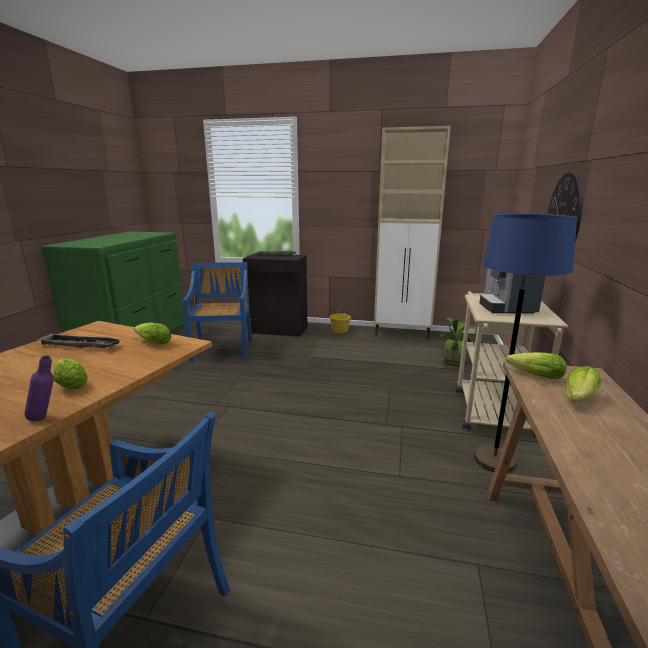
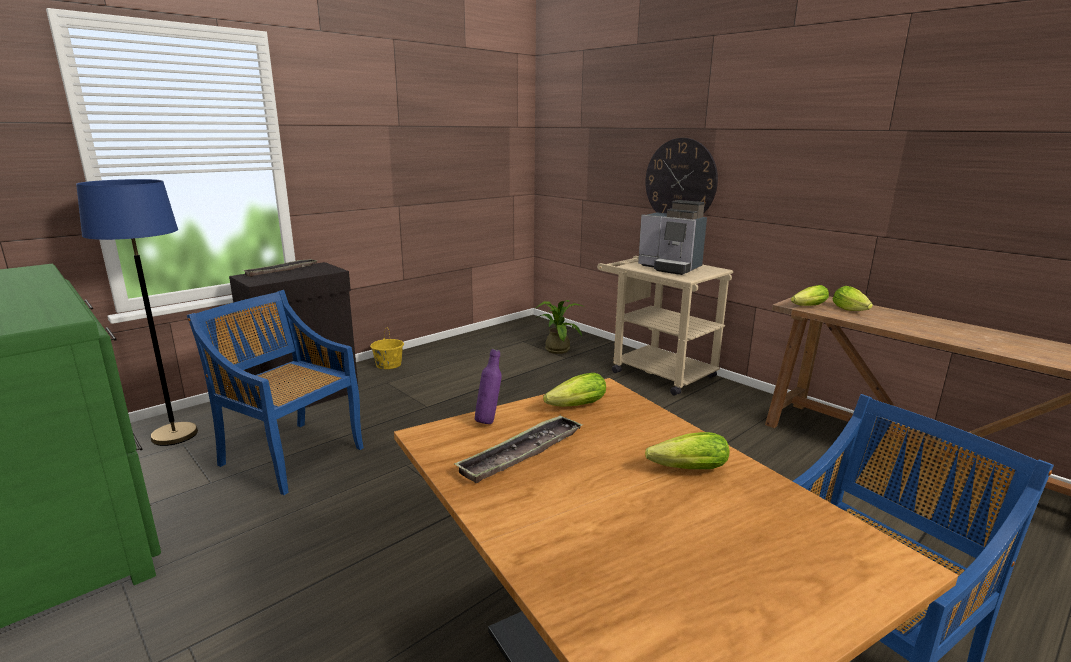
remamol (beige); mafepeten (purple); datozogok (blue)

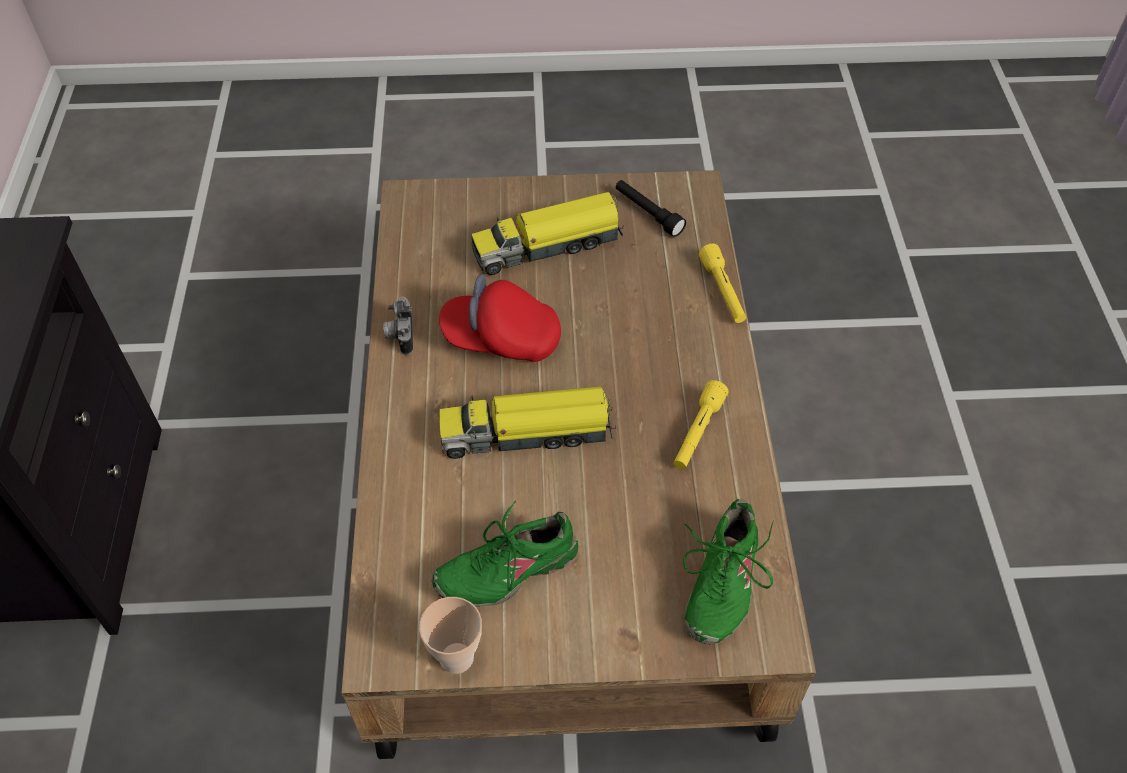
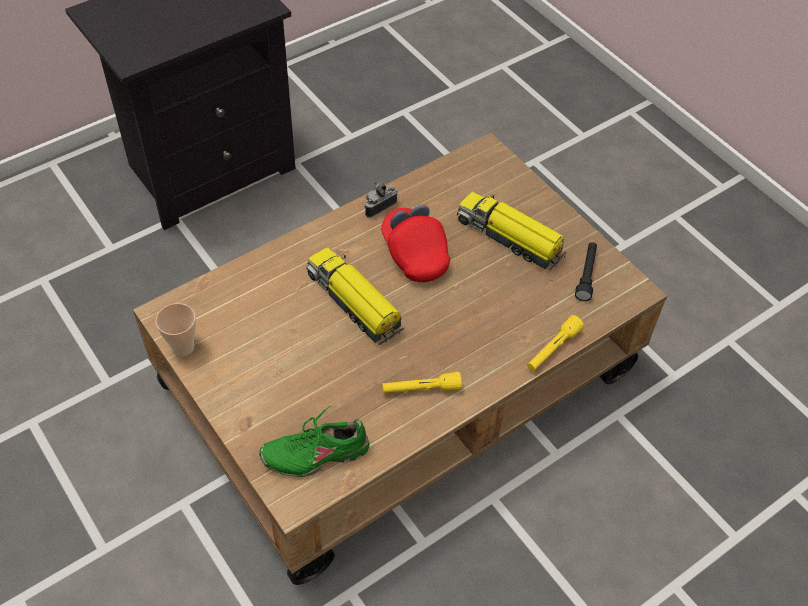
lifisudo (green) (1st from left in the first image)

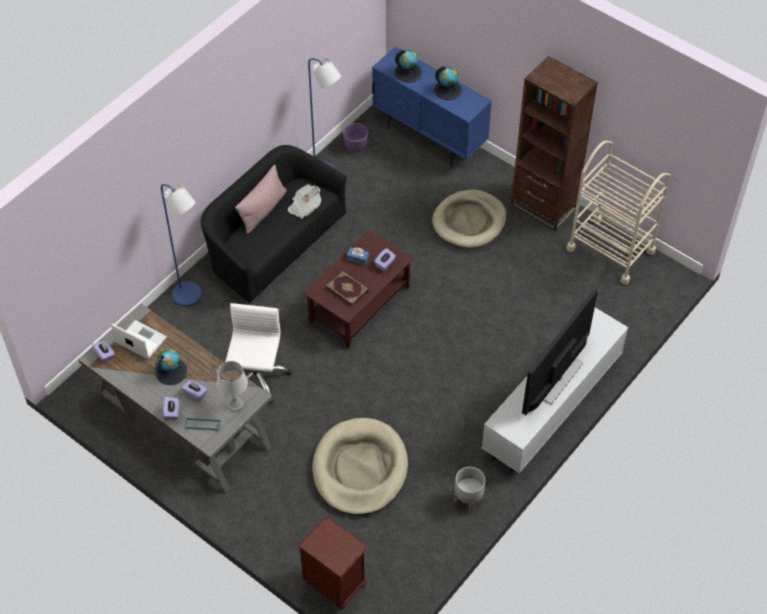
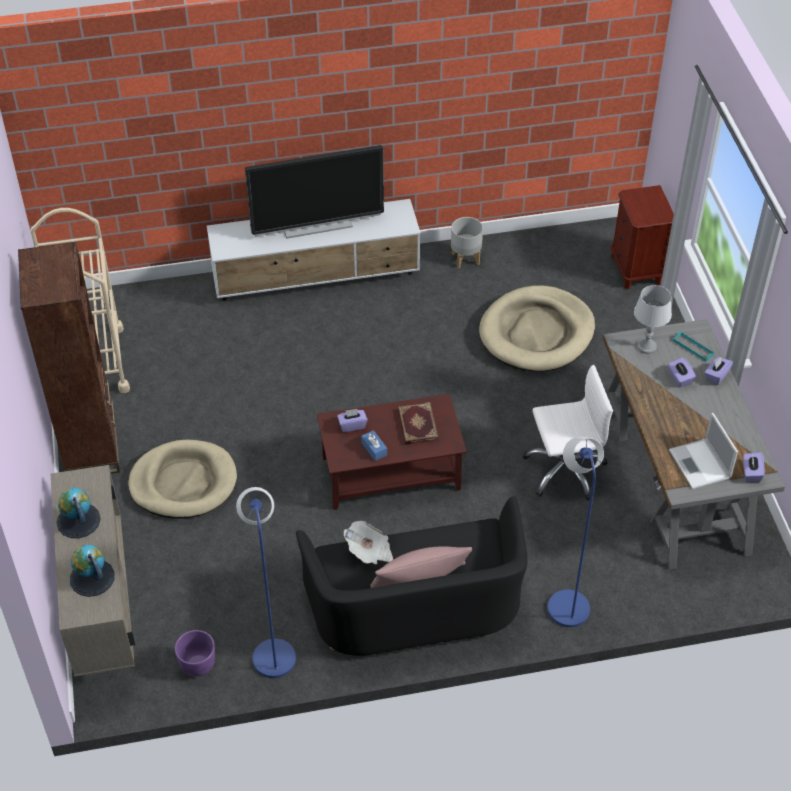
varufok (1st from left in the first image); remamol (beige); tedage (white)

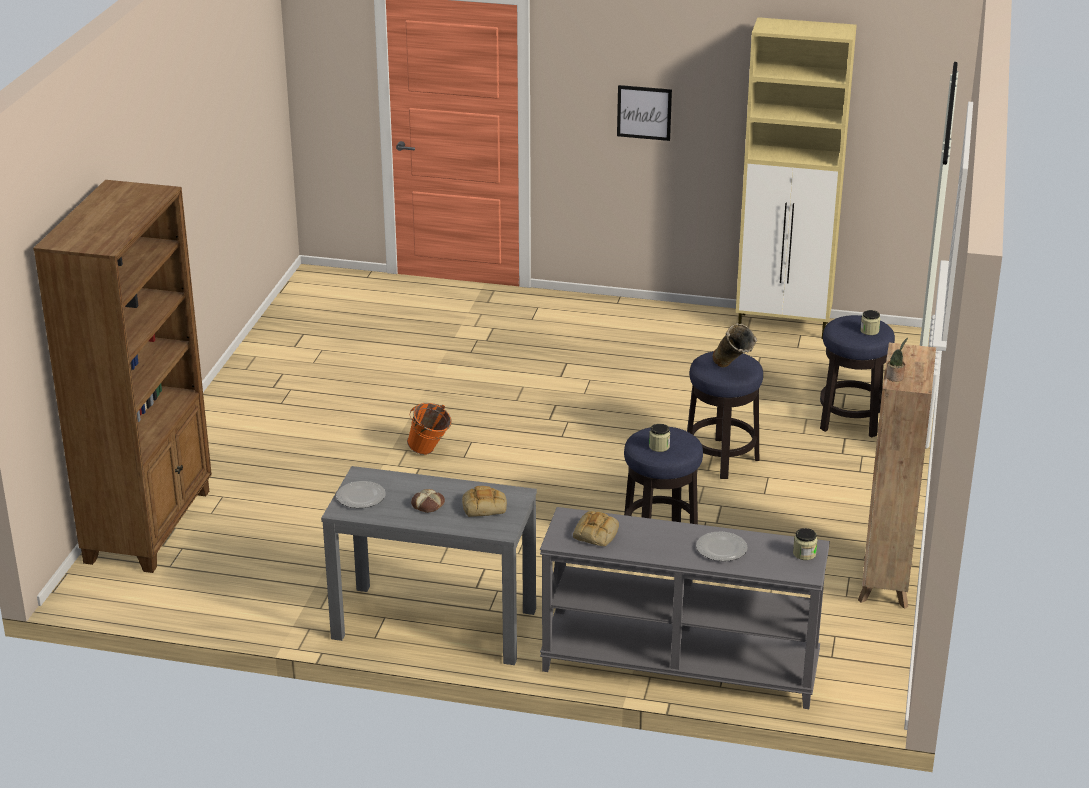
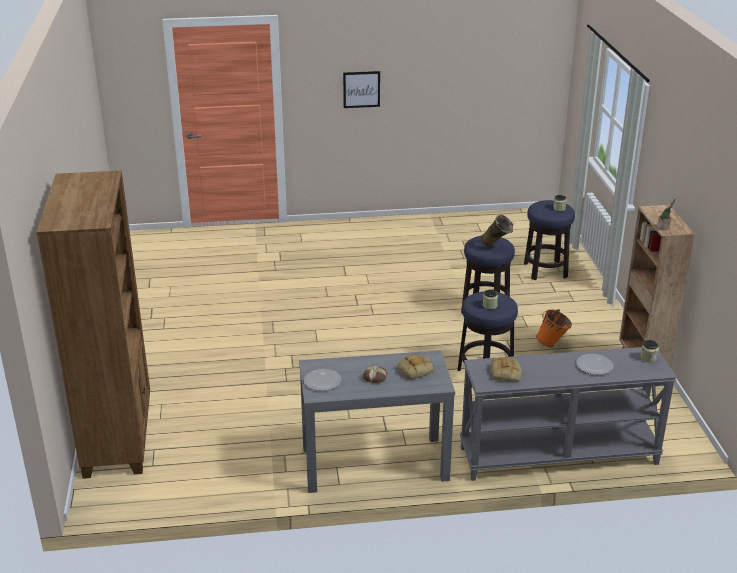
remamol (beige); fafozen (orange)

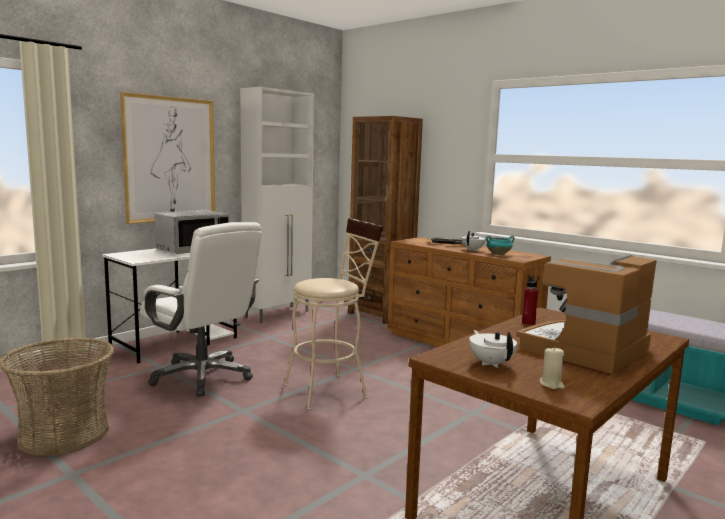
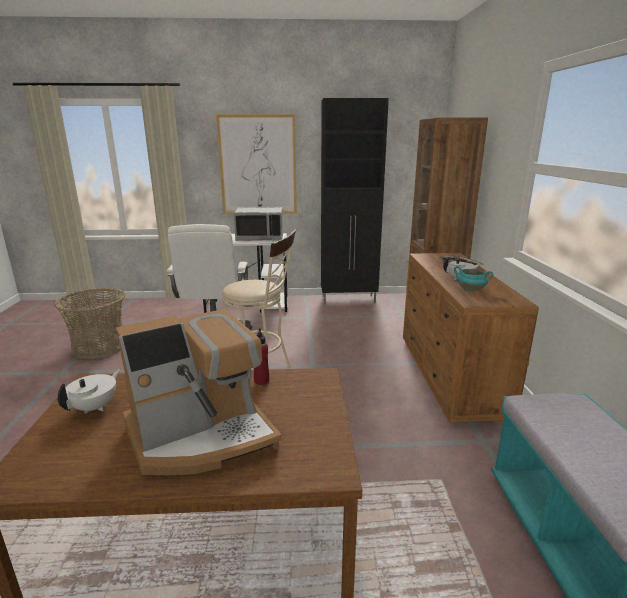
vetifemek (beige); remamol (black); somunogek

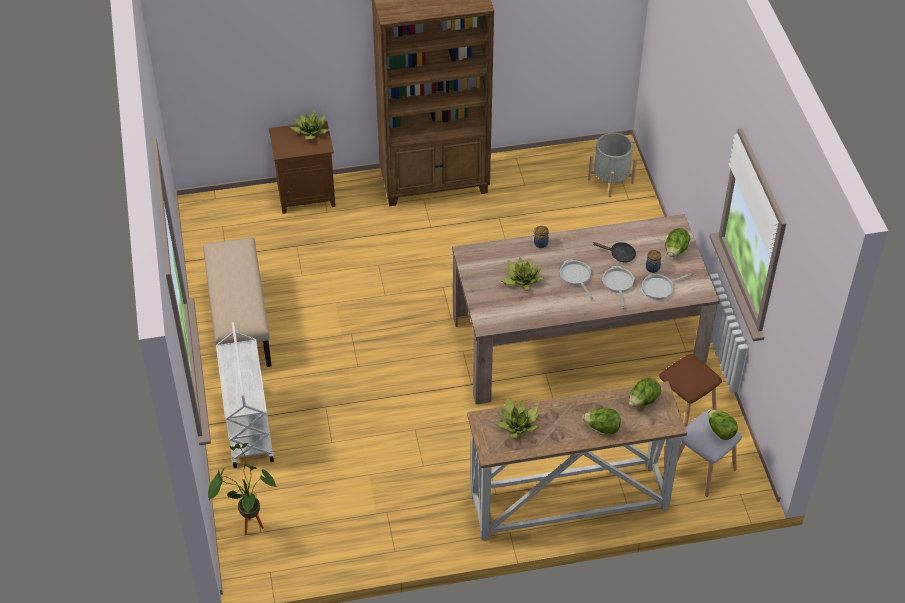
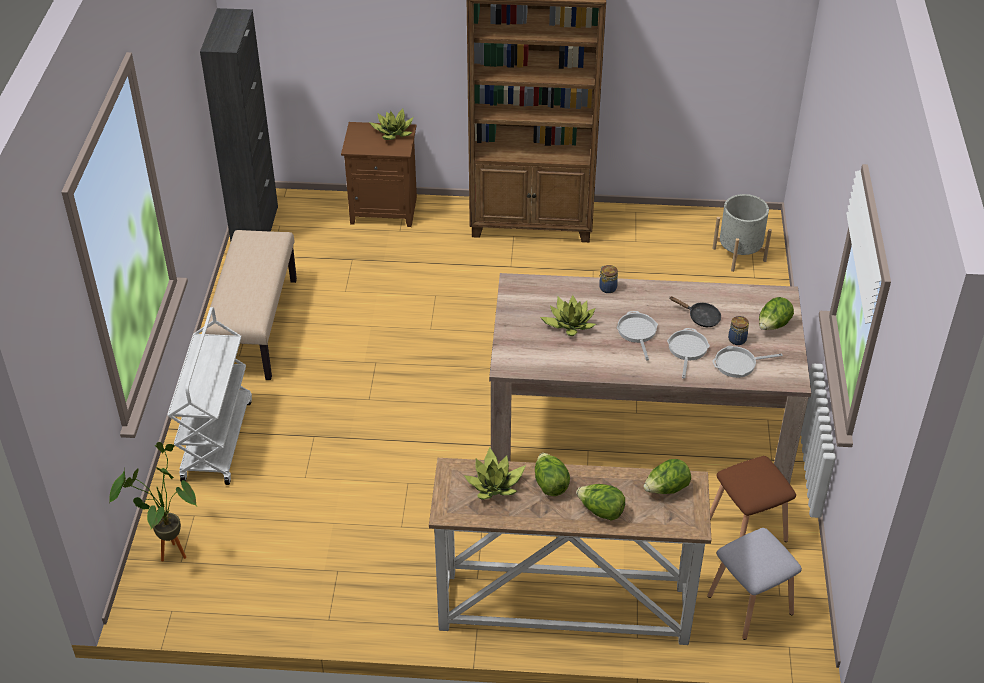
remamol (black); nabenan (1st from left)

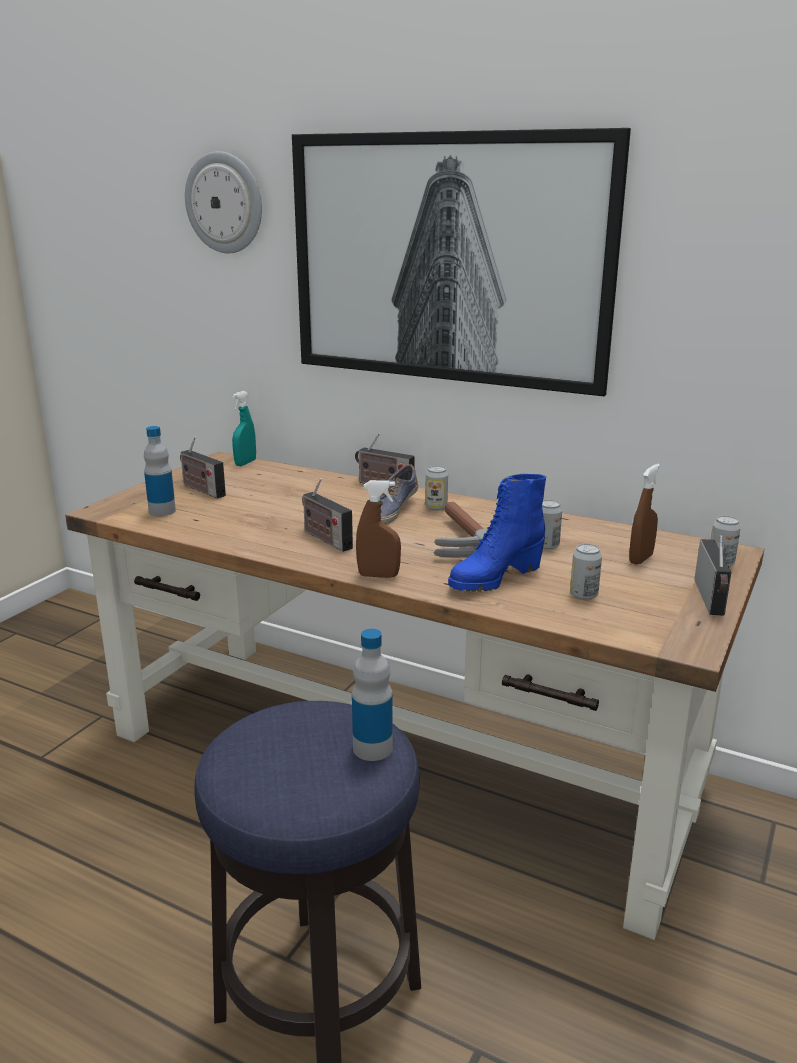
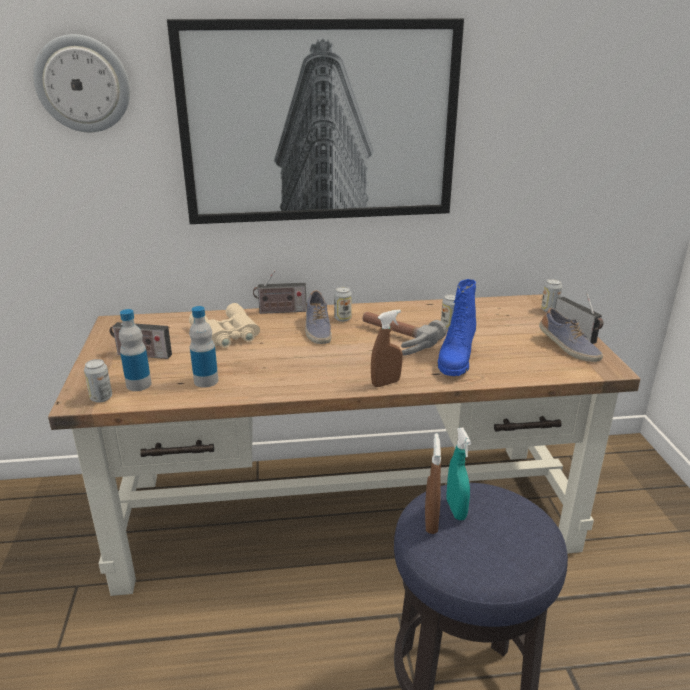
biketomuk (2nd from left in the first image); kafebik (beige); lifisudo (2nd from left); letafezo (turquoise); mafepeten (2nd from left); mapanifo (1st from left); letafezo (brown) (2nd from left)

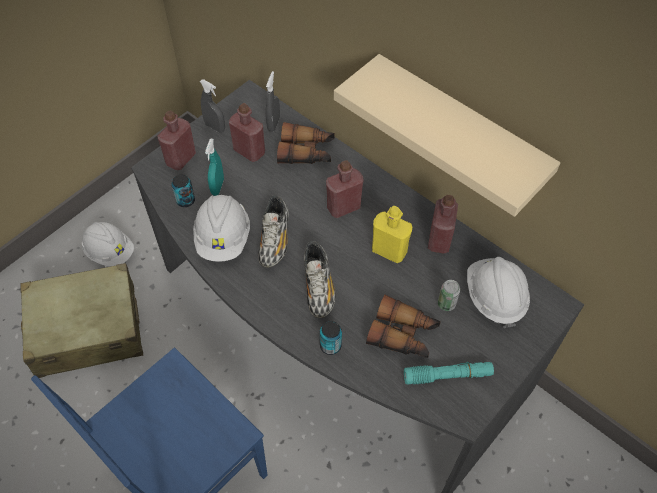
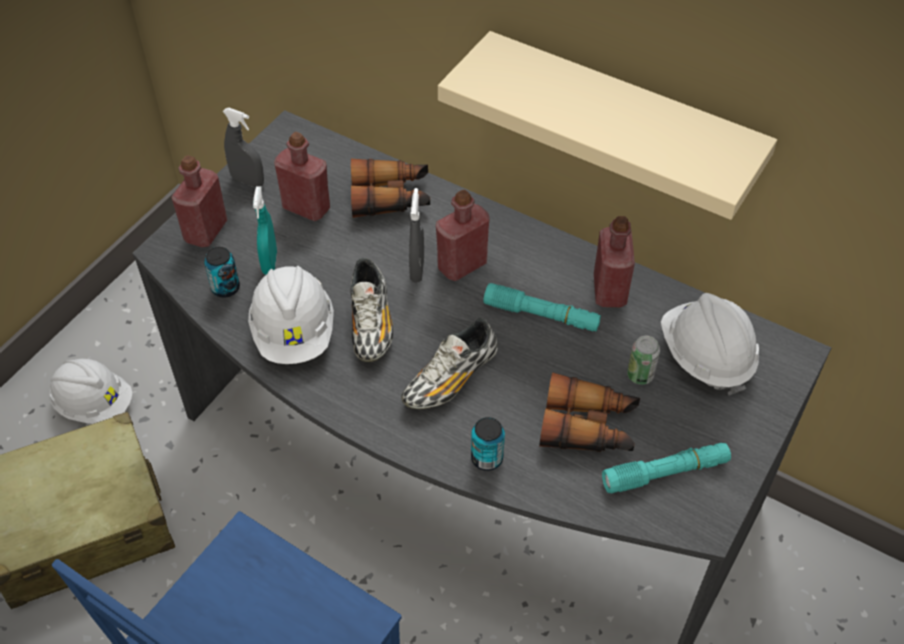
letafezo (grey) (2nd from left); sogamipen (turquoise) (1st from left); lifisudo (2nd from left)

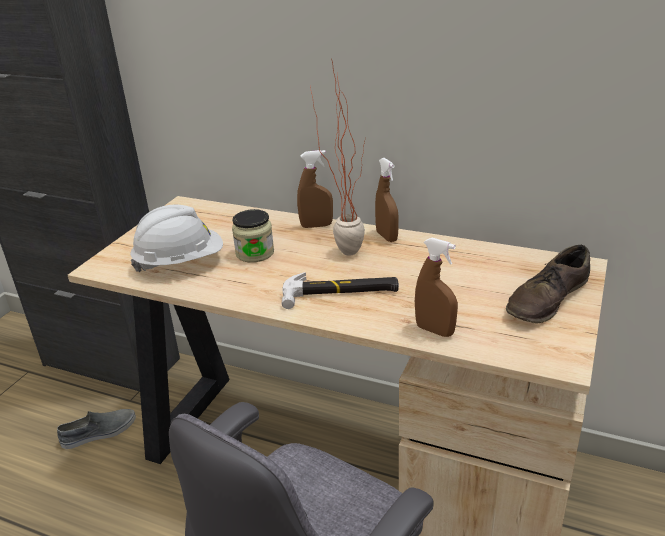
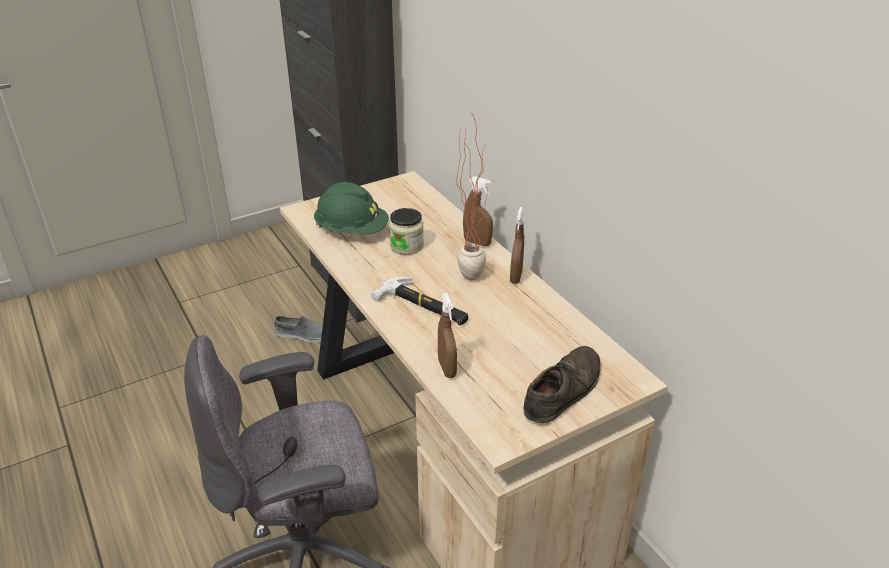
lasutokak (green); lifisudo (brown)

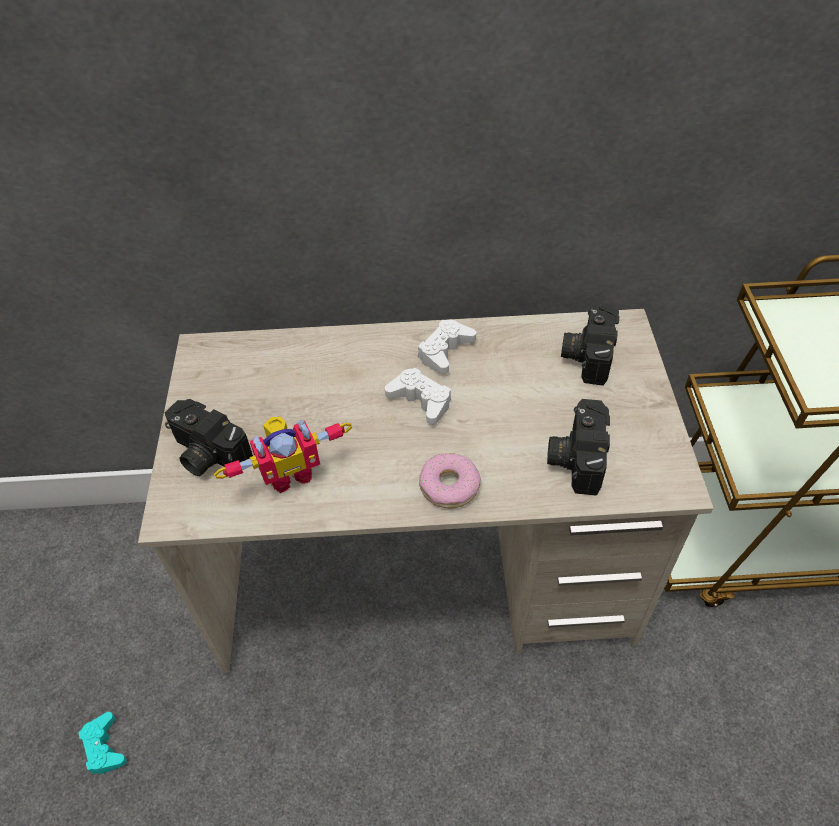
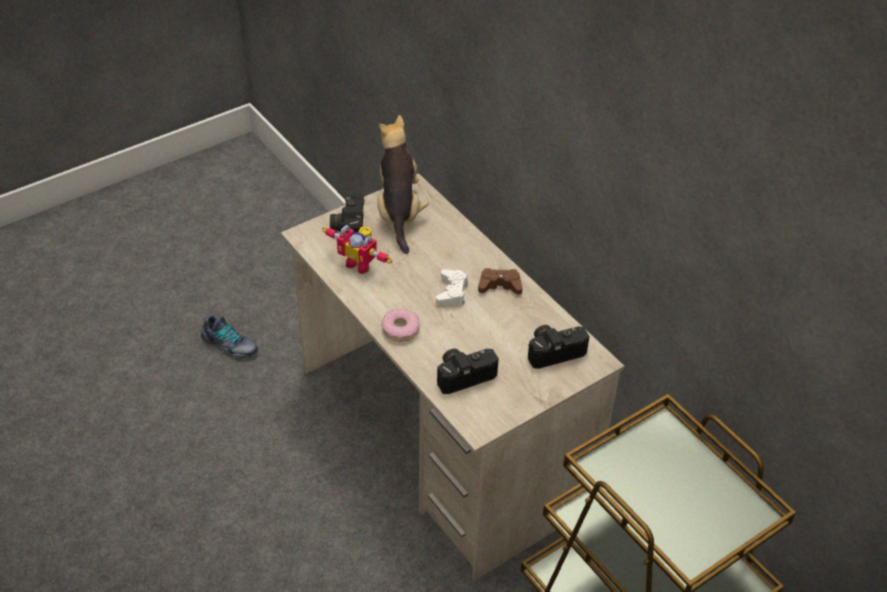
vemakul; lifisudo; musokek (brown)

